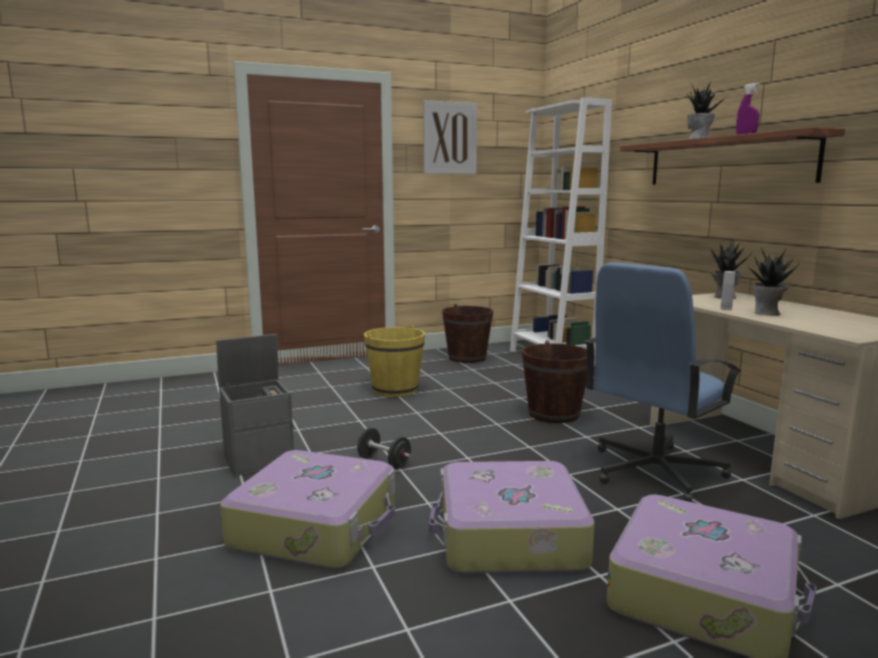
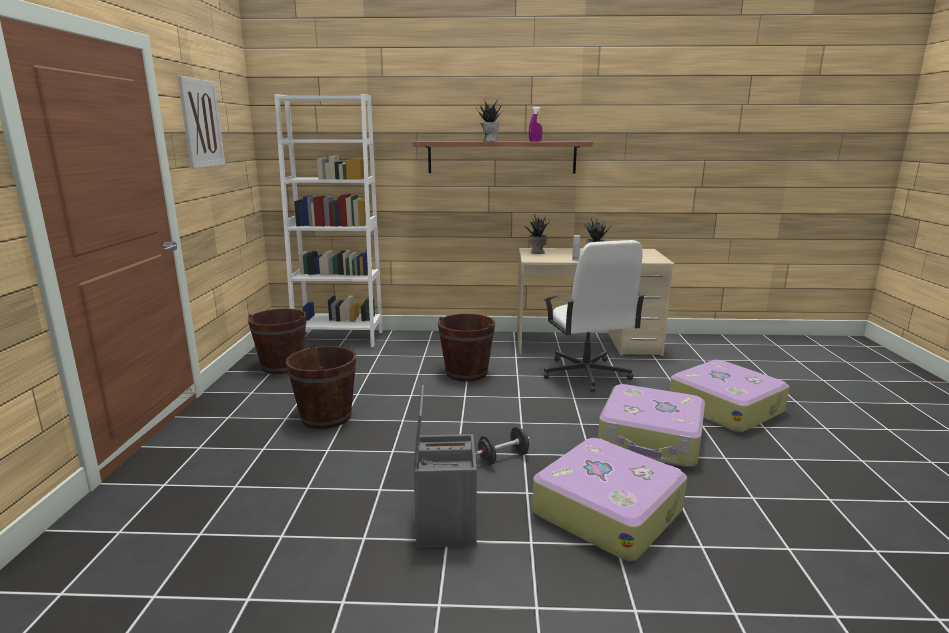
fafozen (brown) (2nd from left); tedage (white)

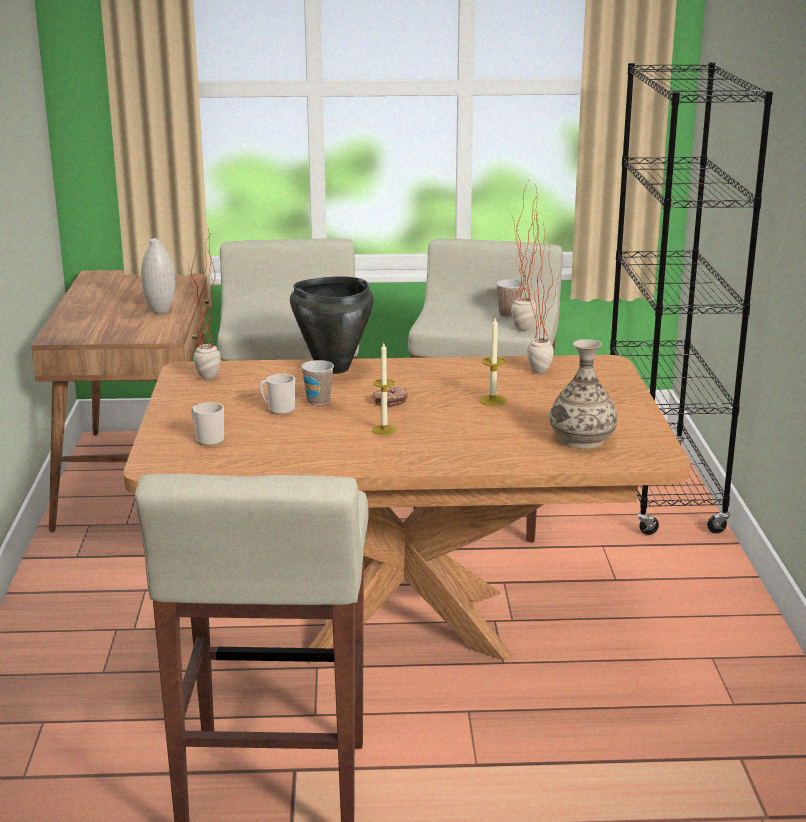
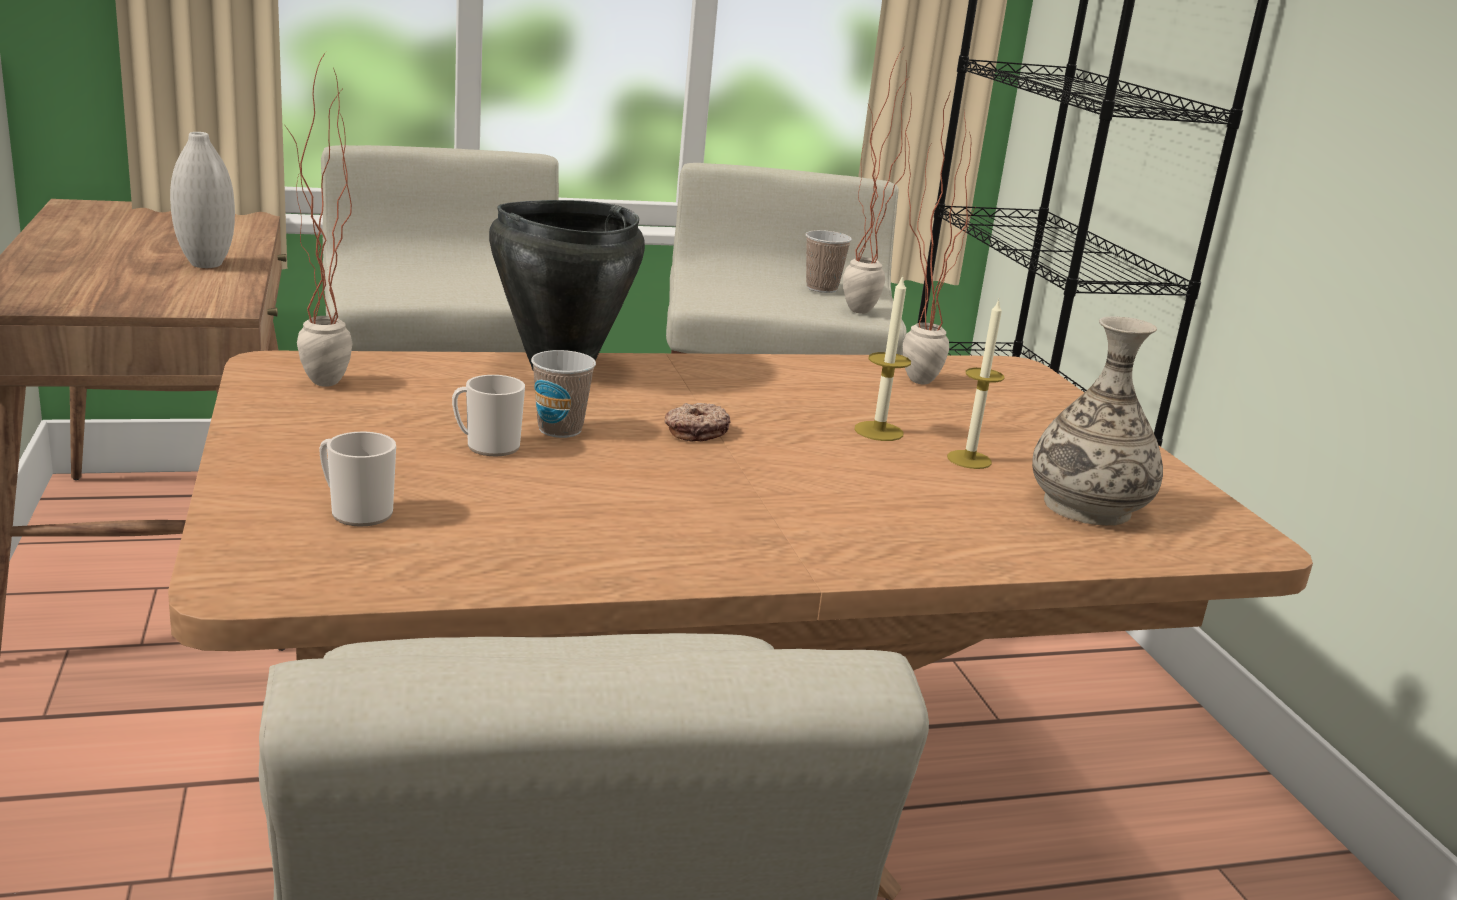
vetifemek (2nd from left)

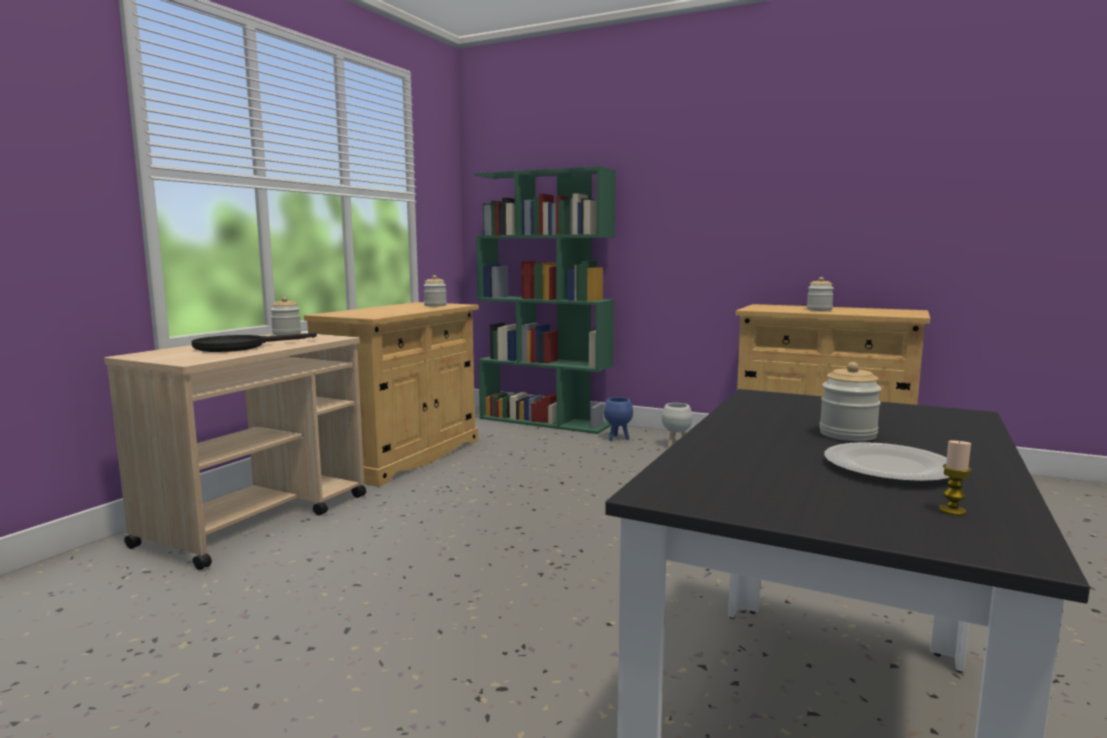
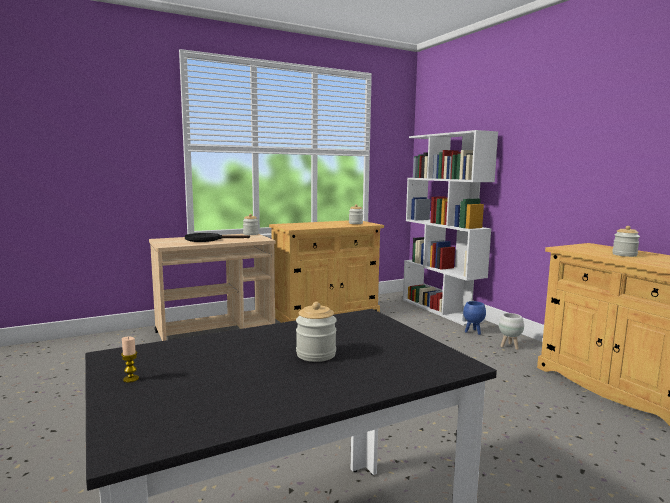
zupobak; vetifemek; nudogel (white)

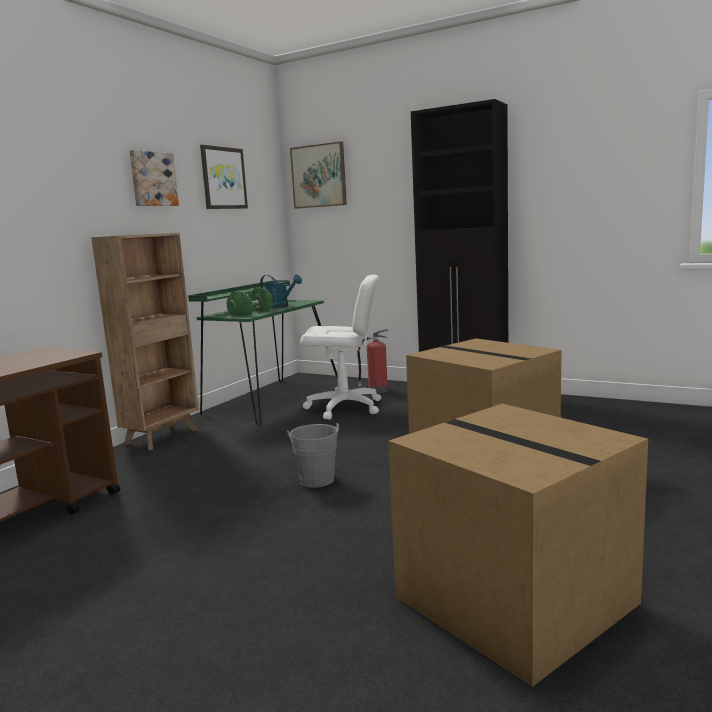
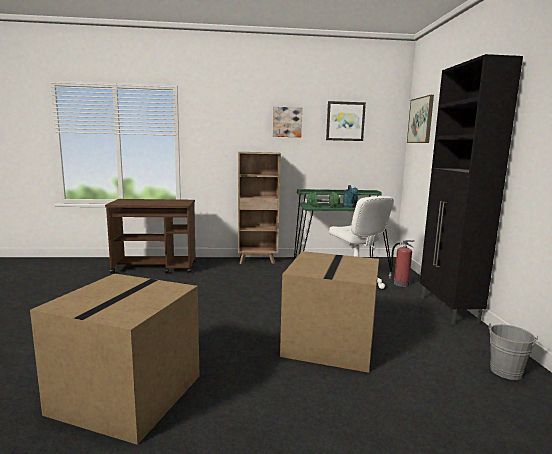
fafozen (grey)

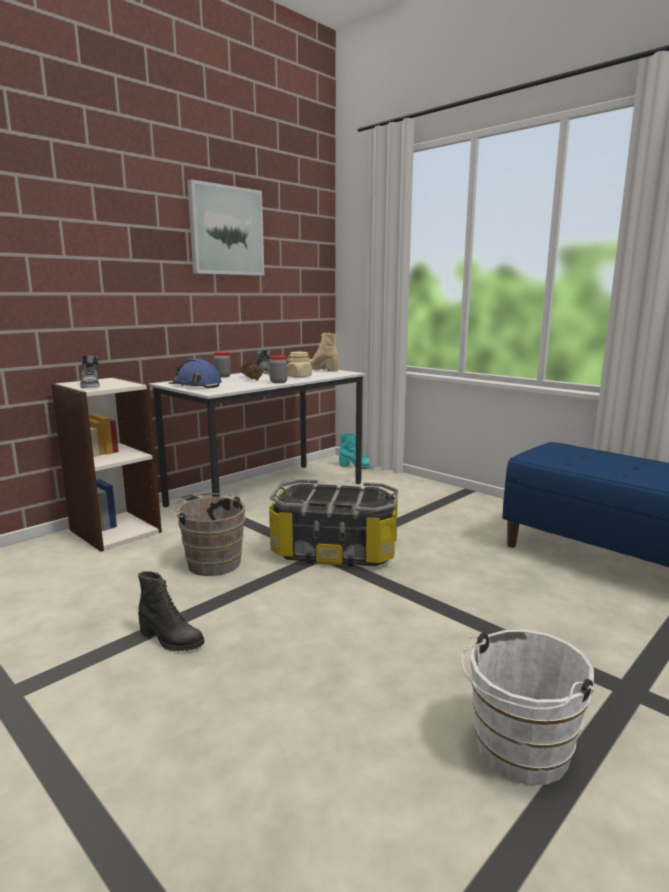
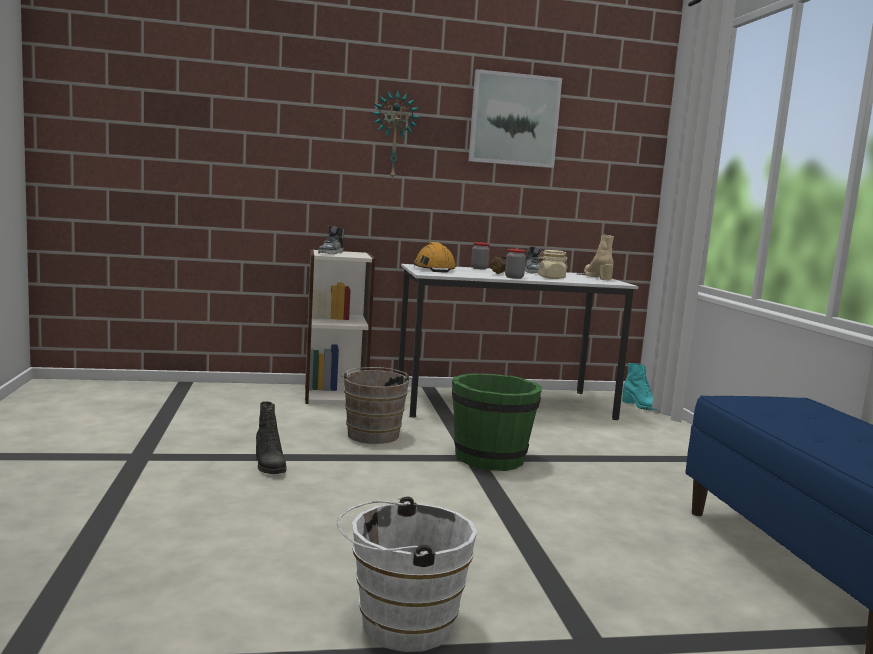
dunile; fafozen (green); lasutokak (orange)

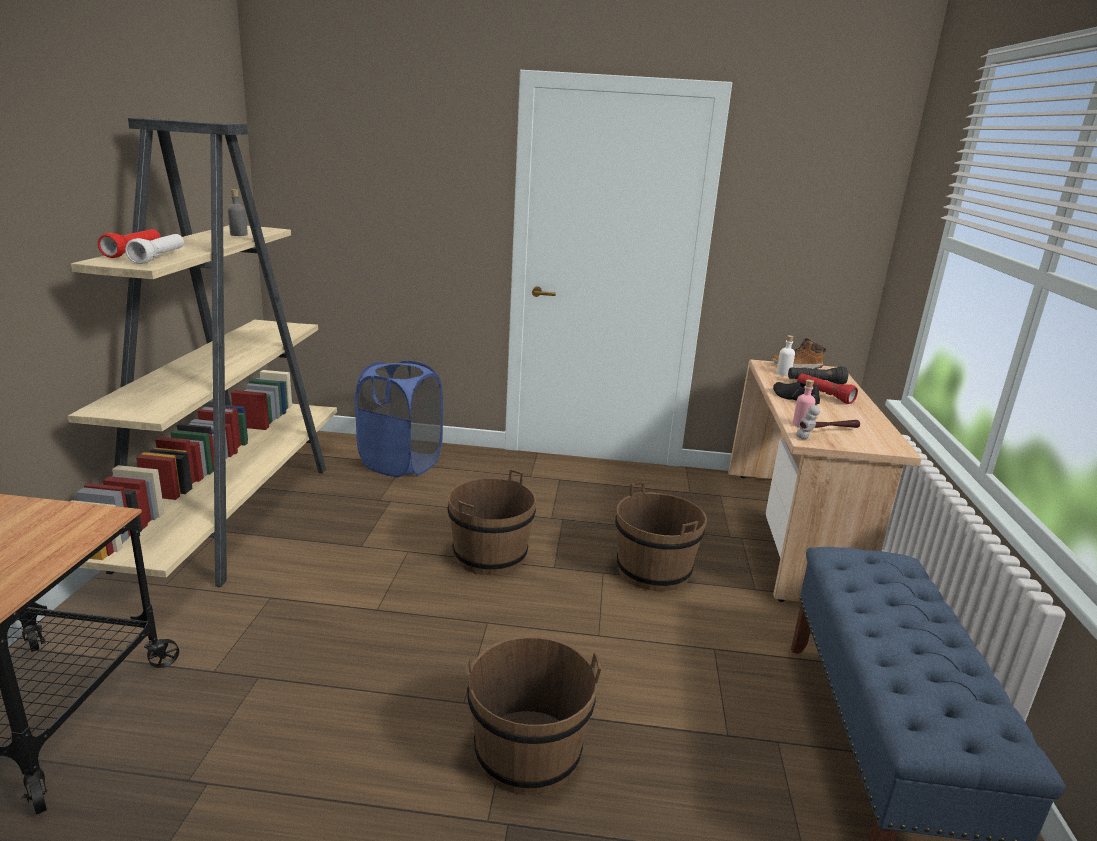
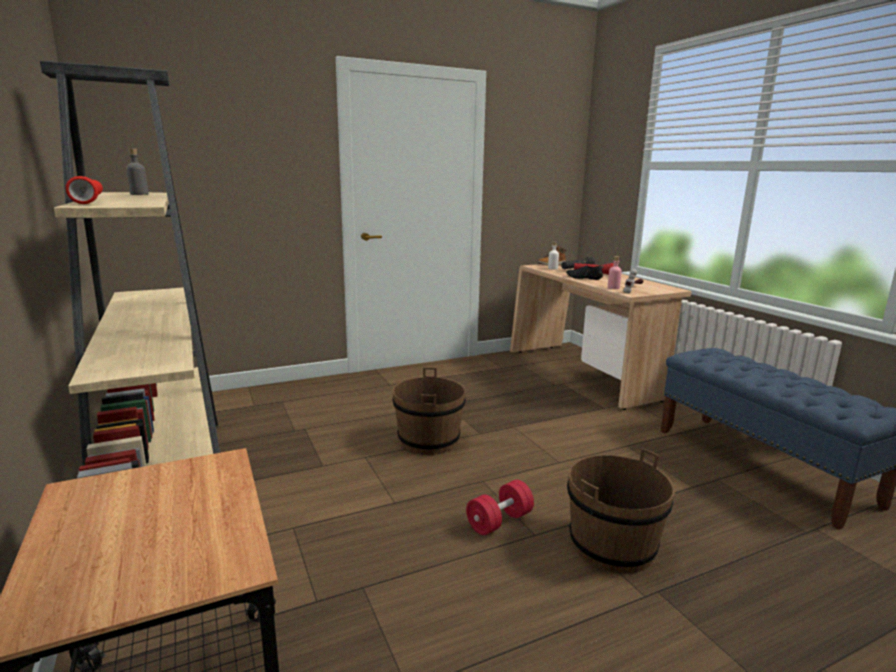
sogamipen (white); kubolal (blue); fafozen (brown) (3rd from left in the first image); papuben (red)

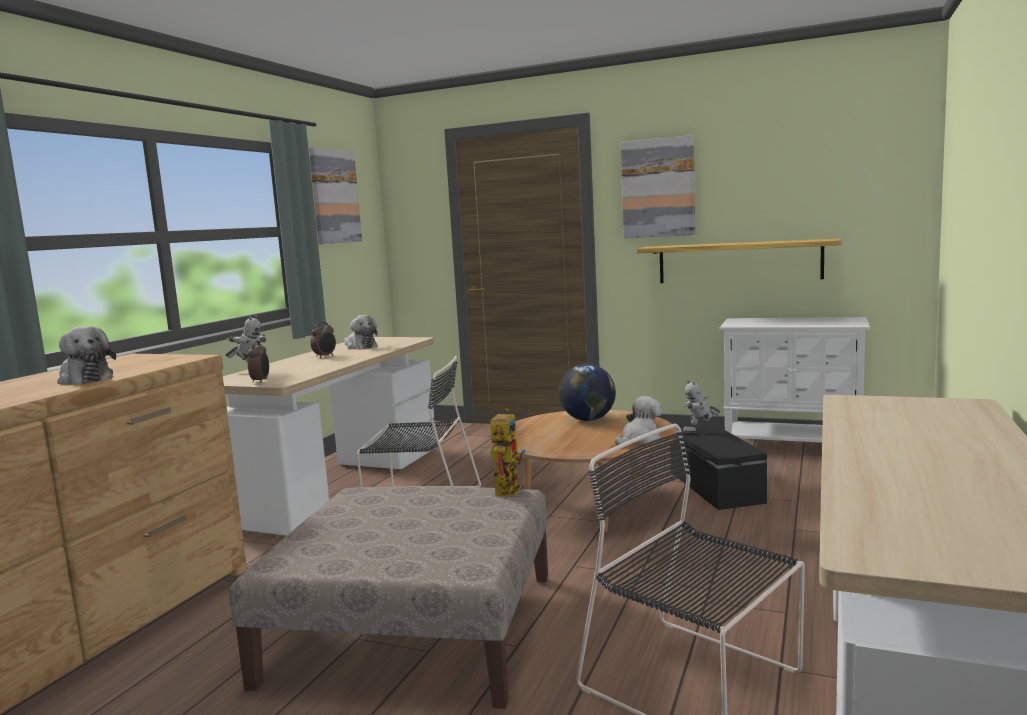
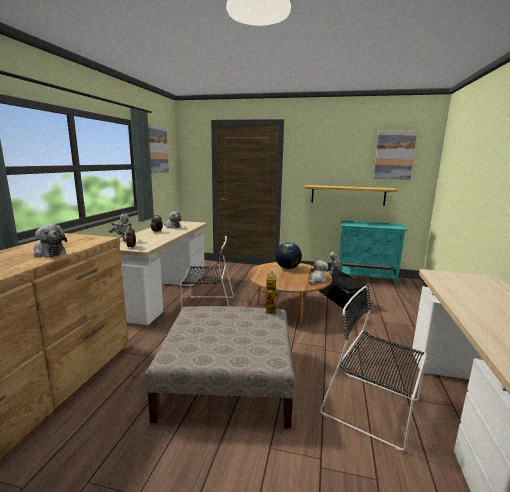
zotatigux (2nd from left); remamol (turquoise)

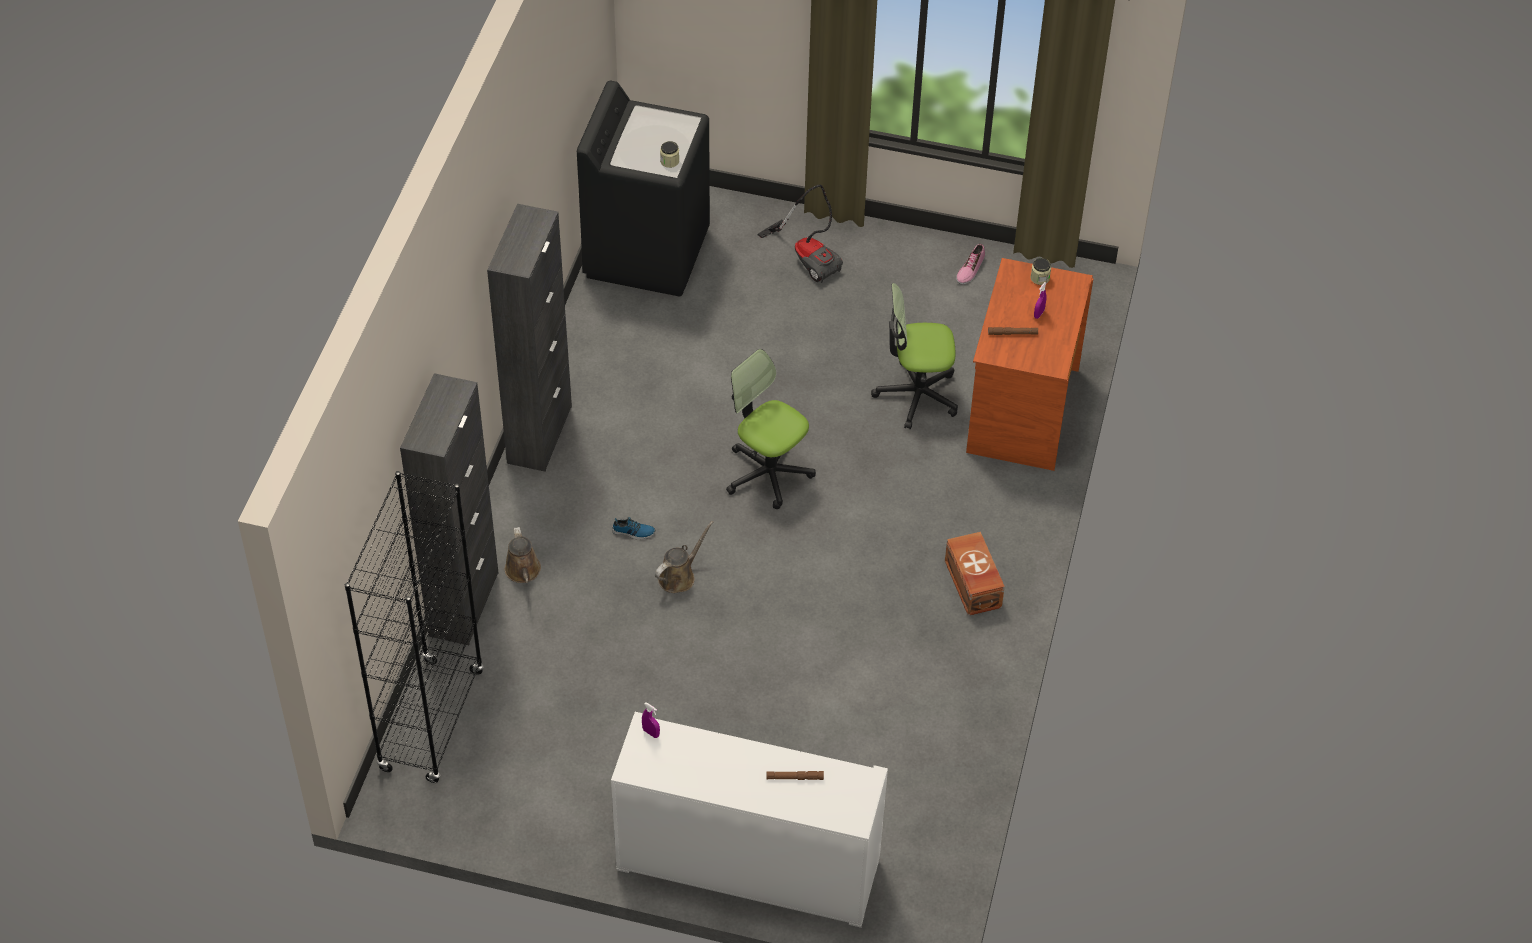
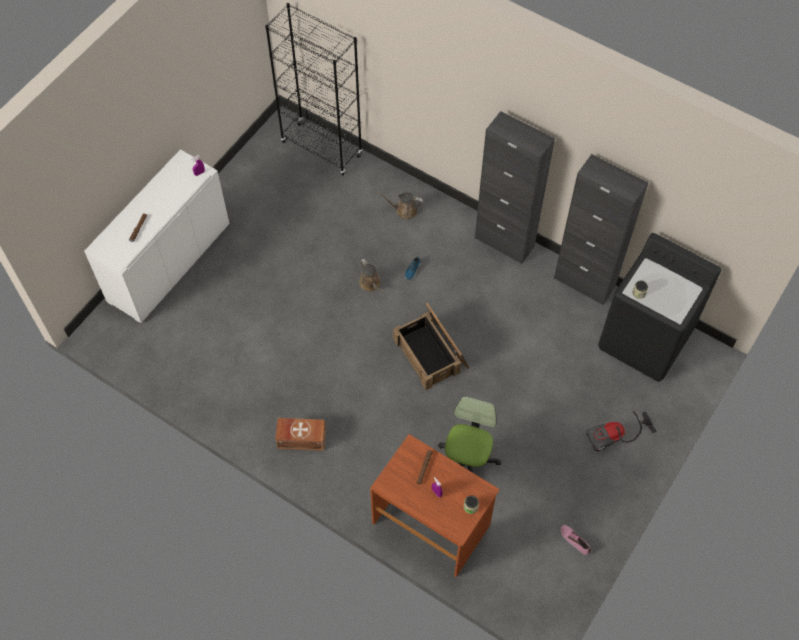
remamol (black) (2nd from left); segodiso

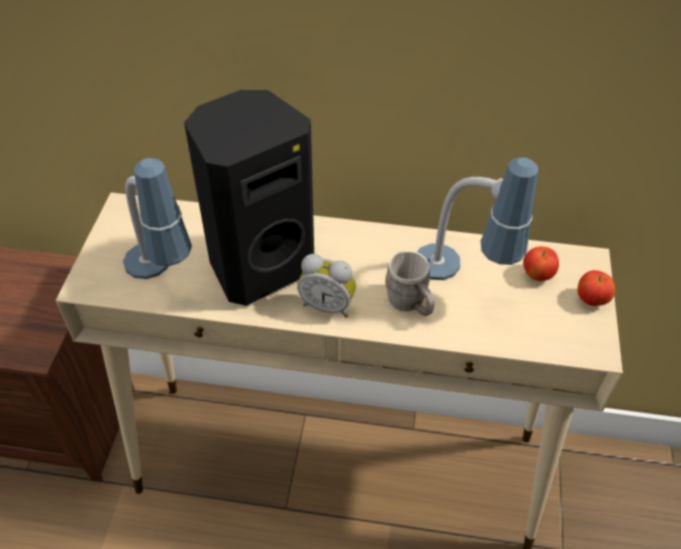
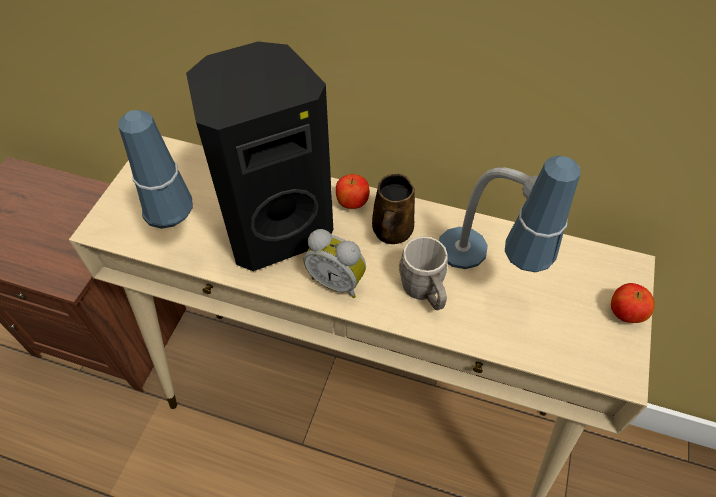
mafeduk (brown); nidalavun (1st from left)

